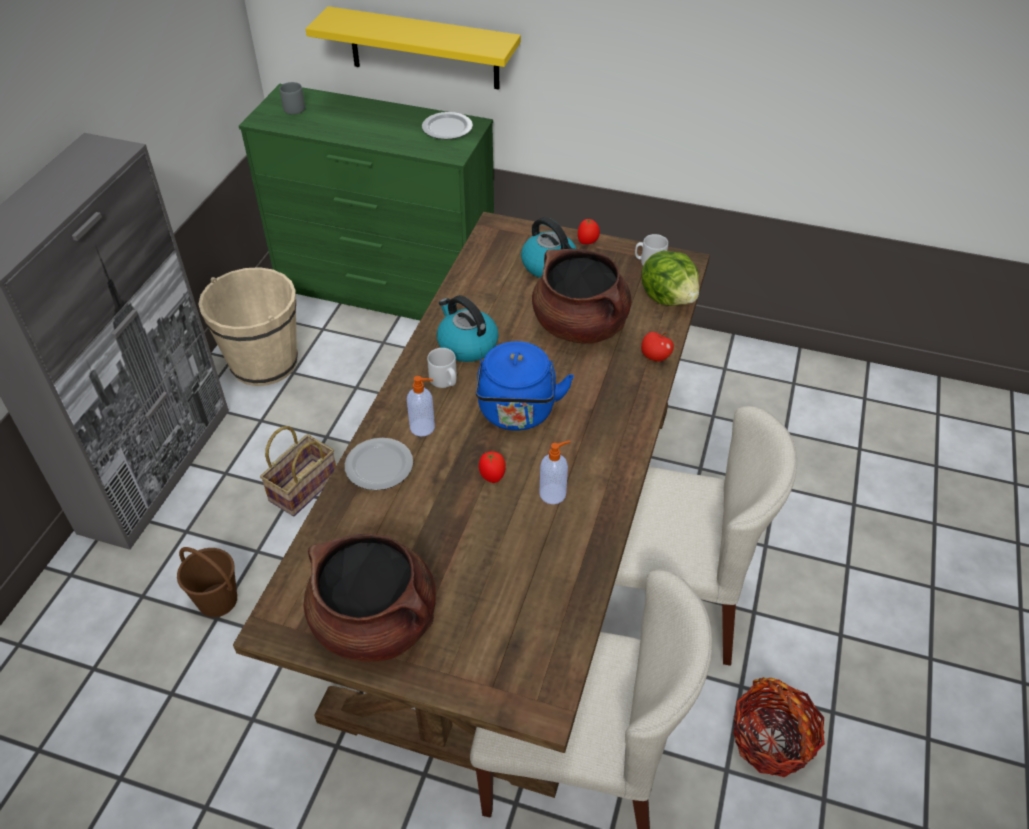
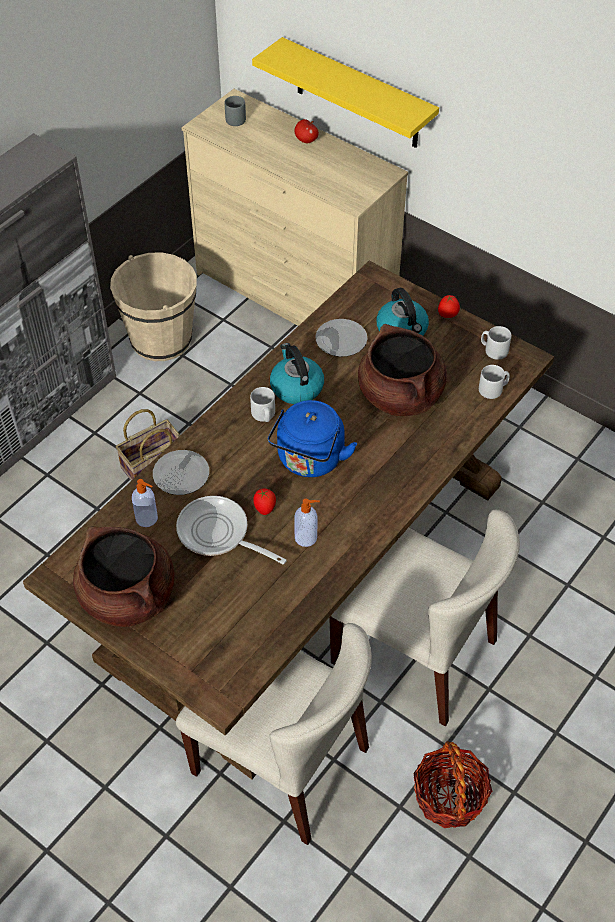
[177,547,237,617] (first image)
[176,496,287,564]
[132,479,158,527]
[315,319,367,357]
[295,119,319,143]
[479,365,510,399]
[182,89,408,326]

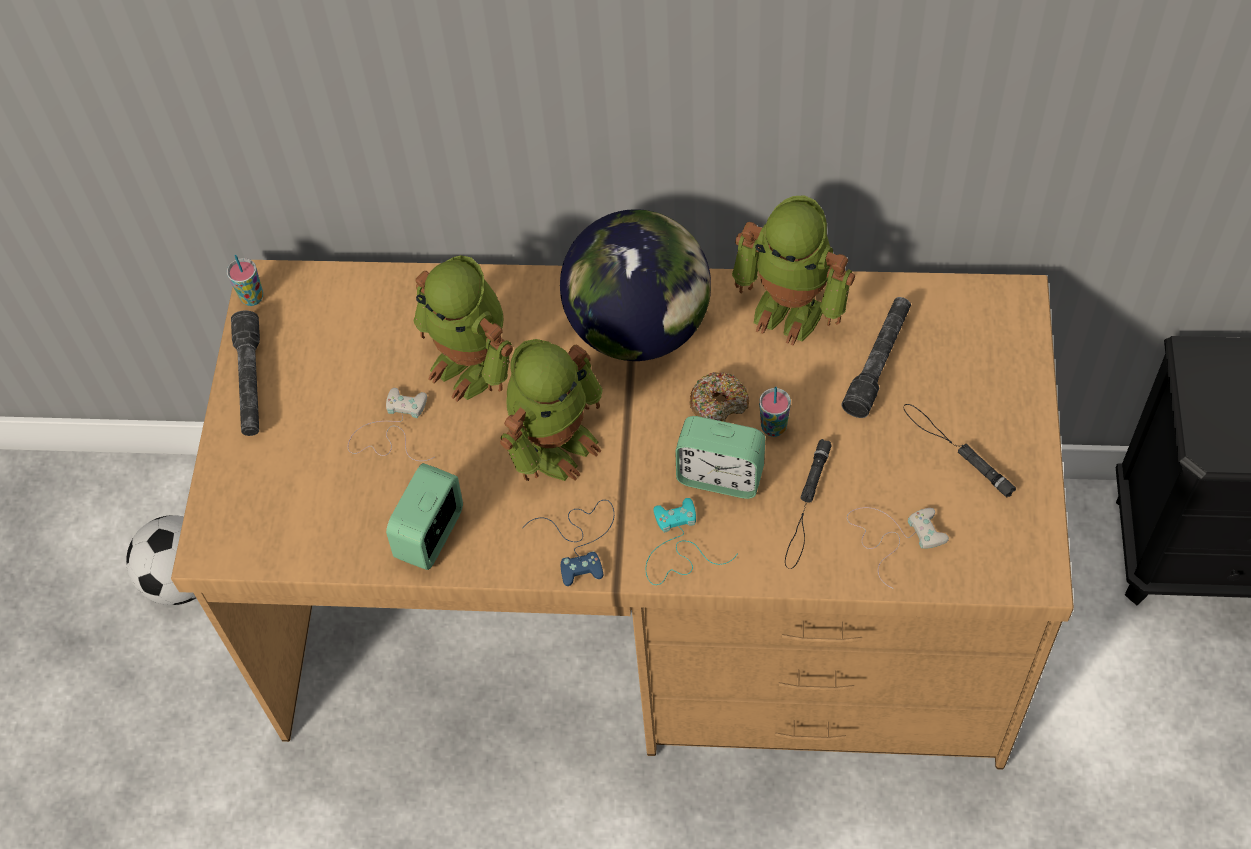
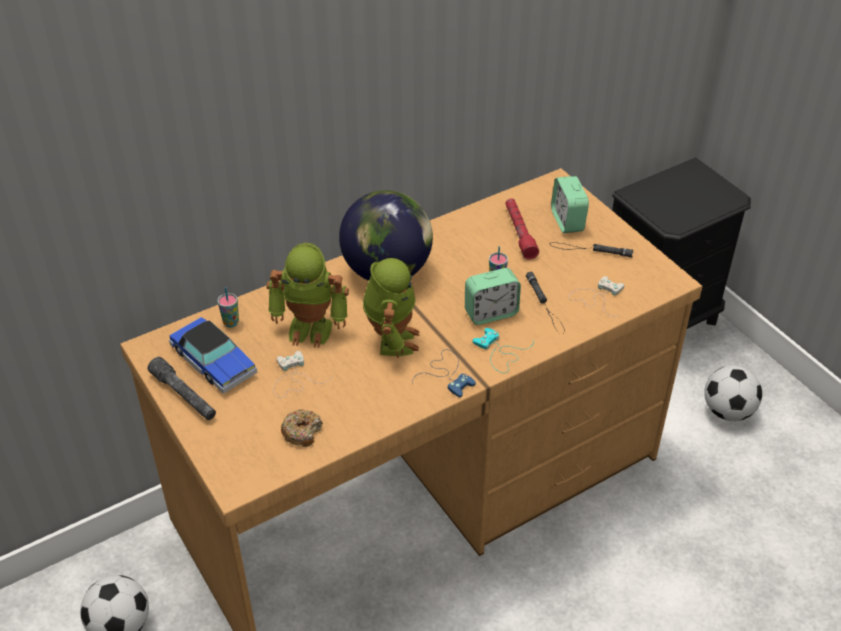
[732,195,855,345] (first image)
[169,317,257,394]
[704,365,762,421]
[218,287,239,327]
[551,176,589,233]
[281,409,323,447]
[506,199,539,260]

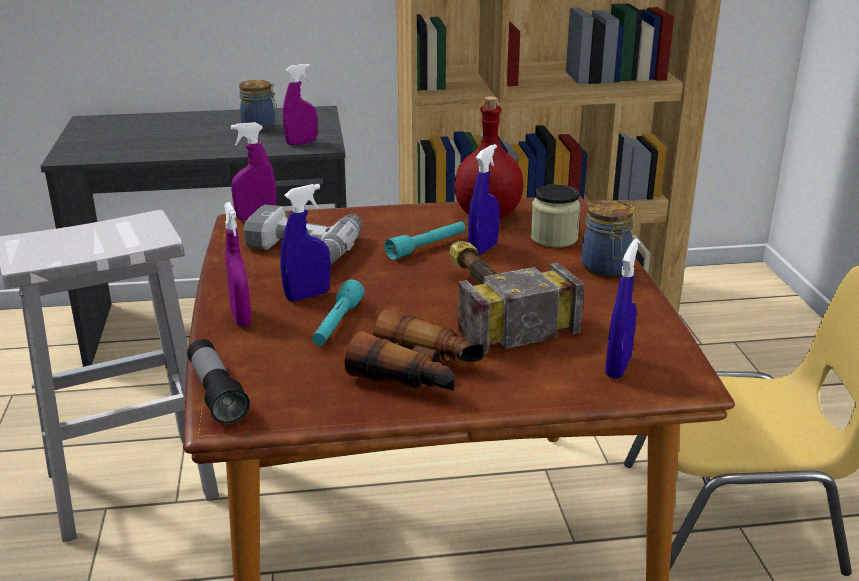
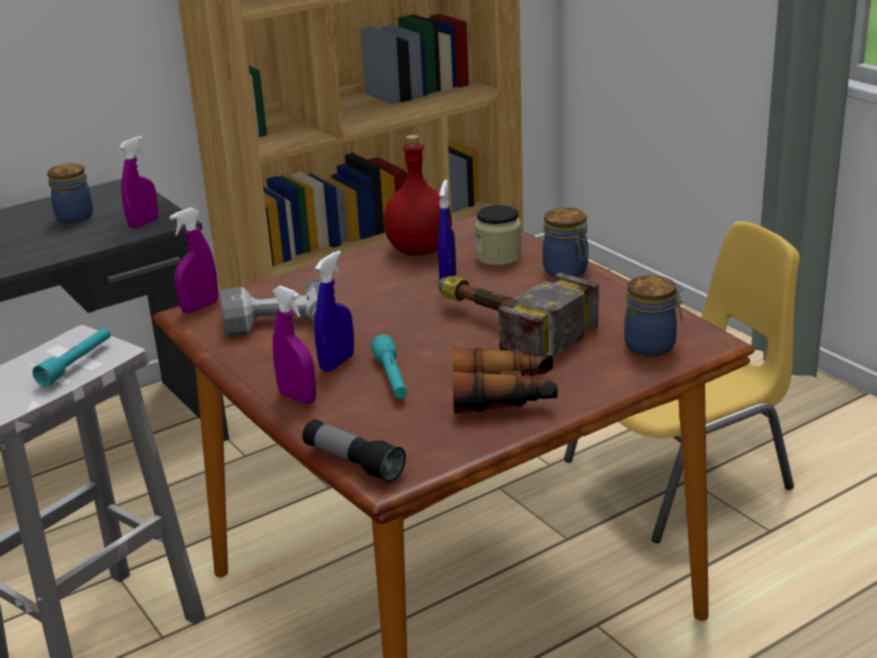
[32,328,111,387]
[624,275,683,357]

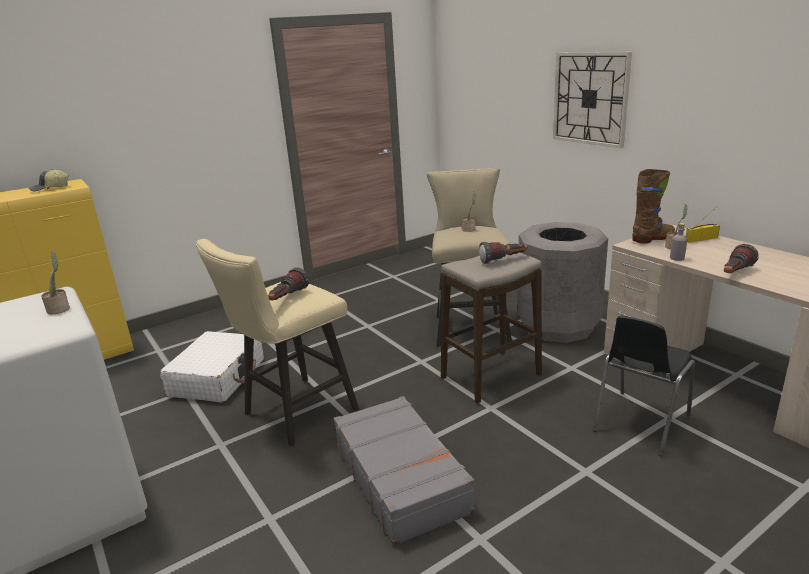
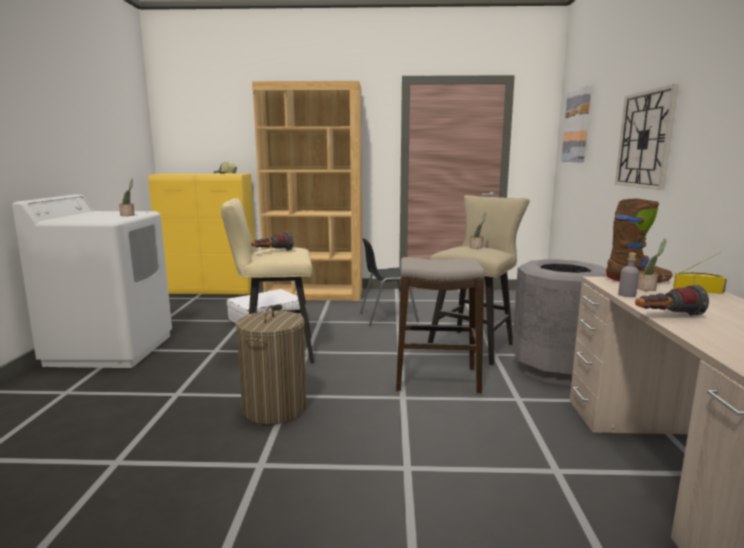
[479,242,528,264] (first image)
[252,81,362,301]
[561,86,591,162]
[360,238,419,326]
[236,305,307,425]

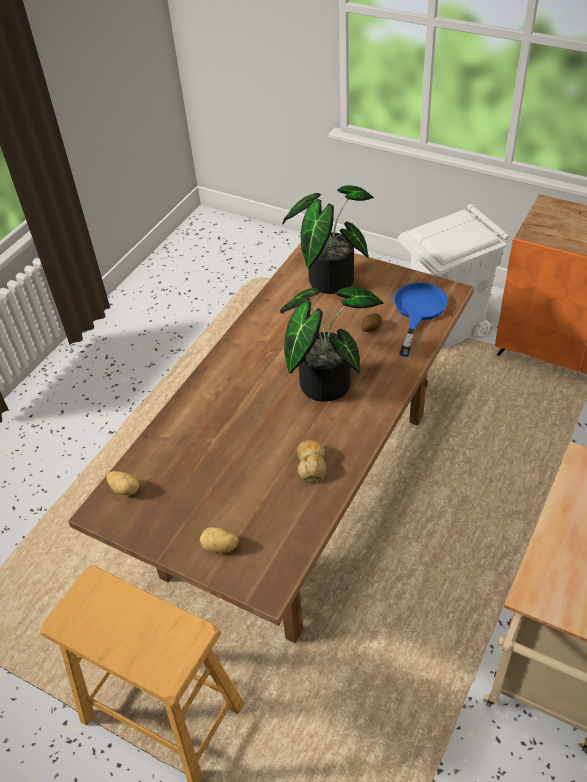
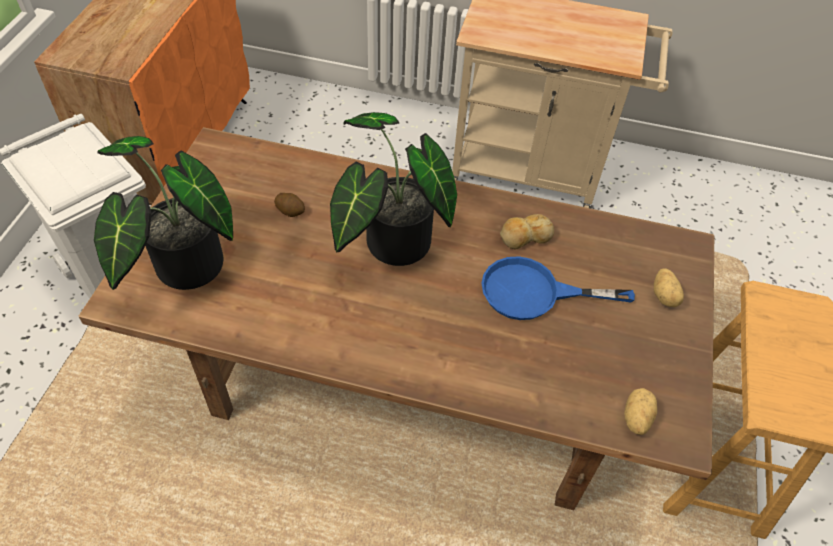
[481,256,635,320]

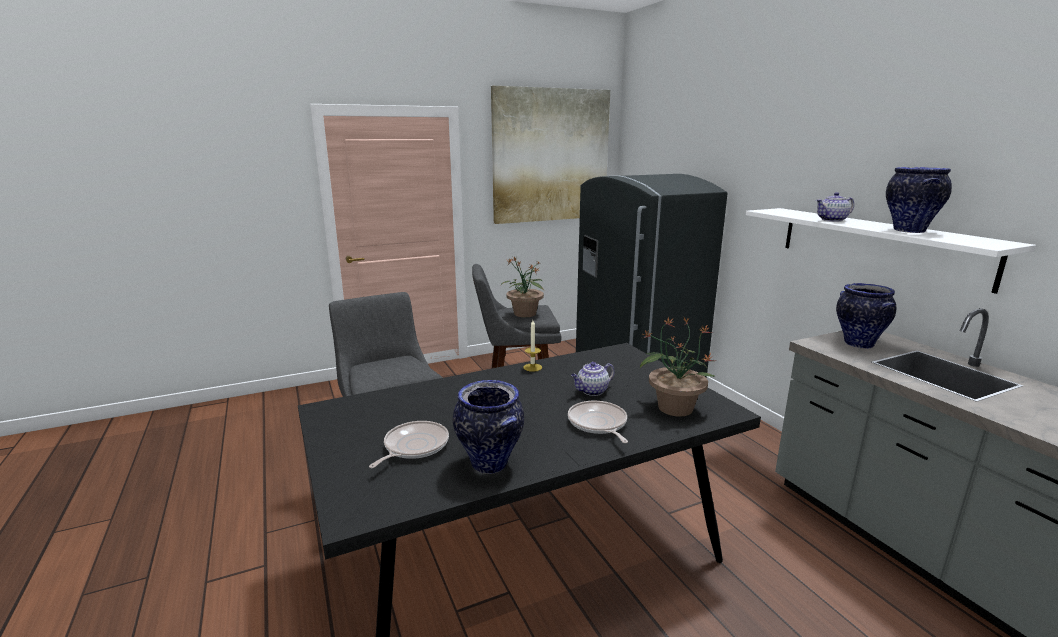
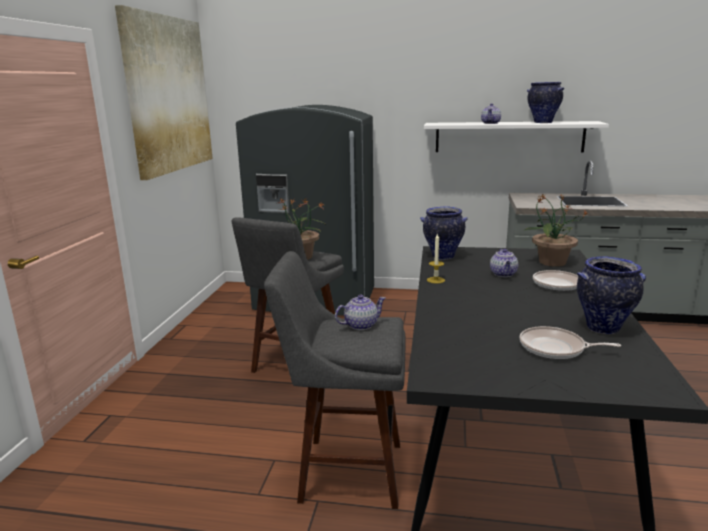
[335,295,386,330]
[420,206,468,260]
[520,326,621,359]

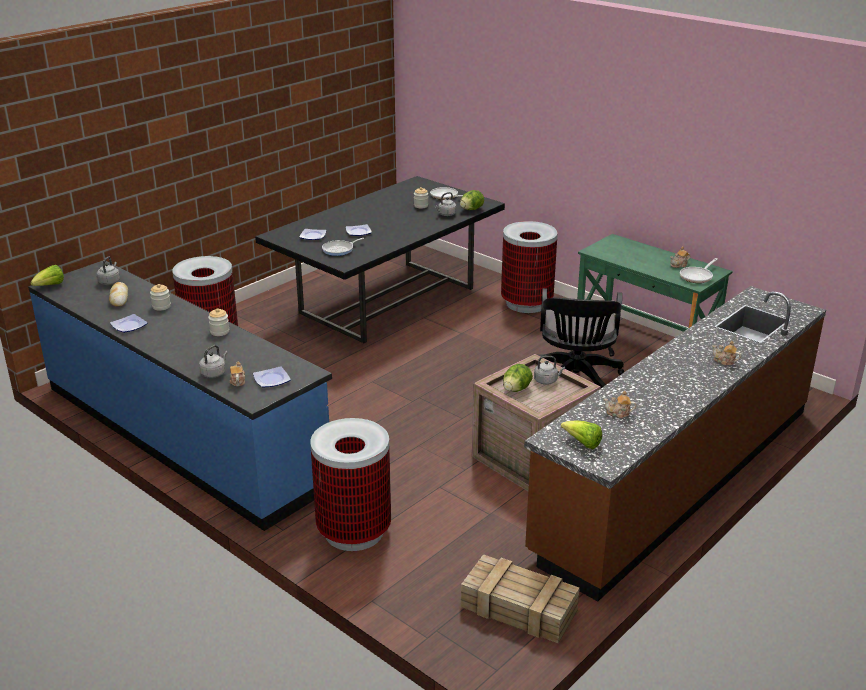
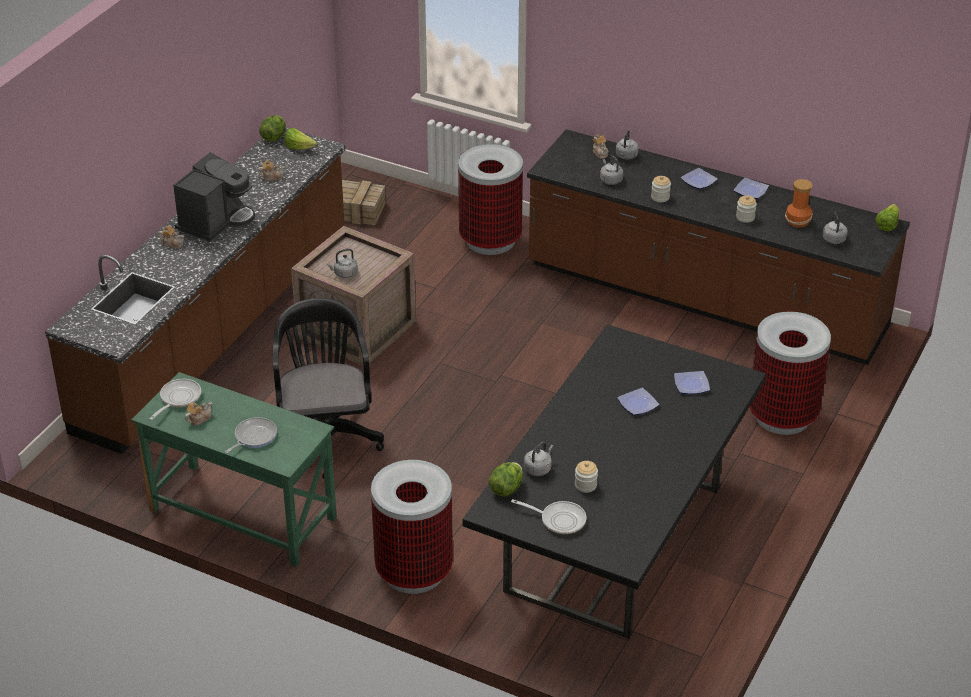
[173,152,255,242]
[600,155,623,185]
[681,168,718,189]
[225,417,277,453]
[259,115,286,142]
[785,179,813,228]
[527,129,910,365]

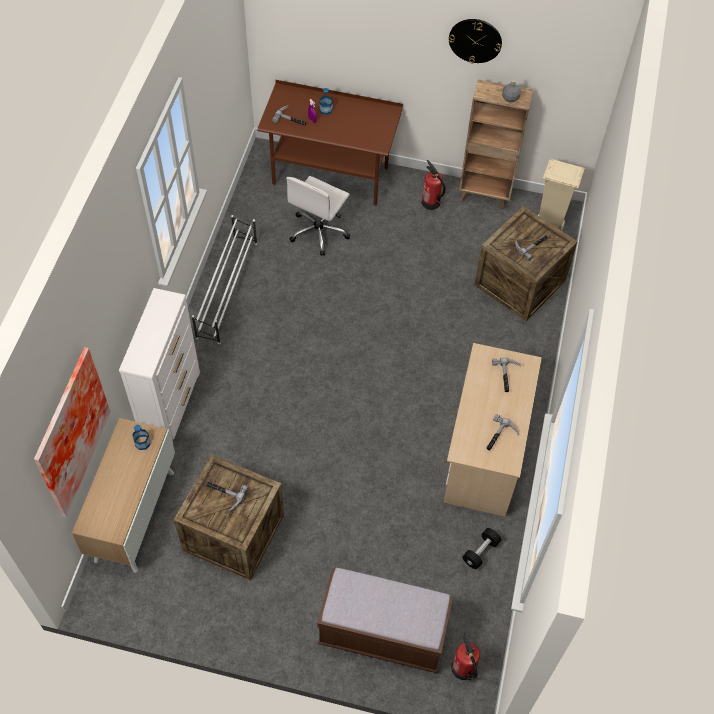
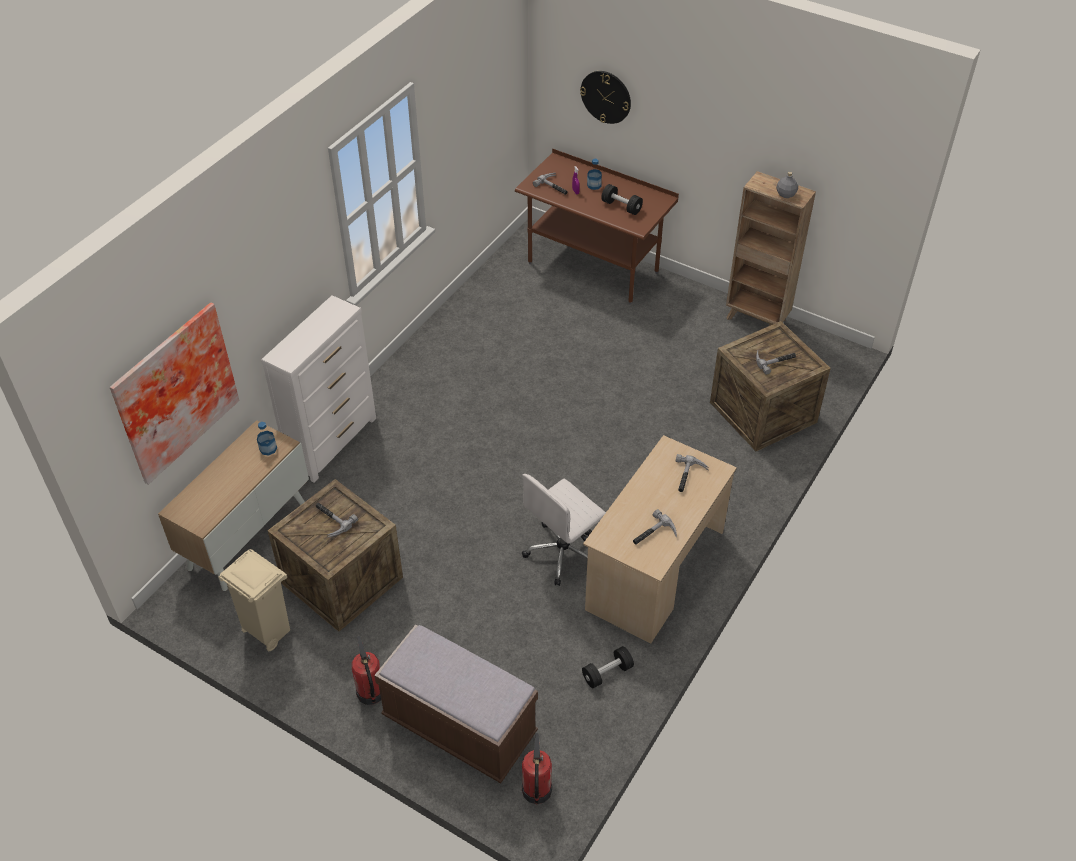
[192,215,257,344] (first image)
[601,184,643,215]
[522,474,606,586]
[352,636,381,705]
[580,71,631,124]
[218,549,290,651]

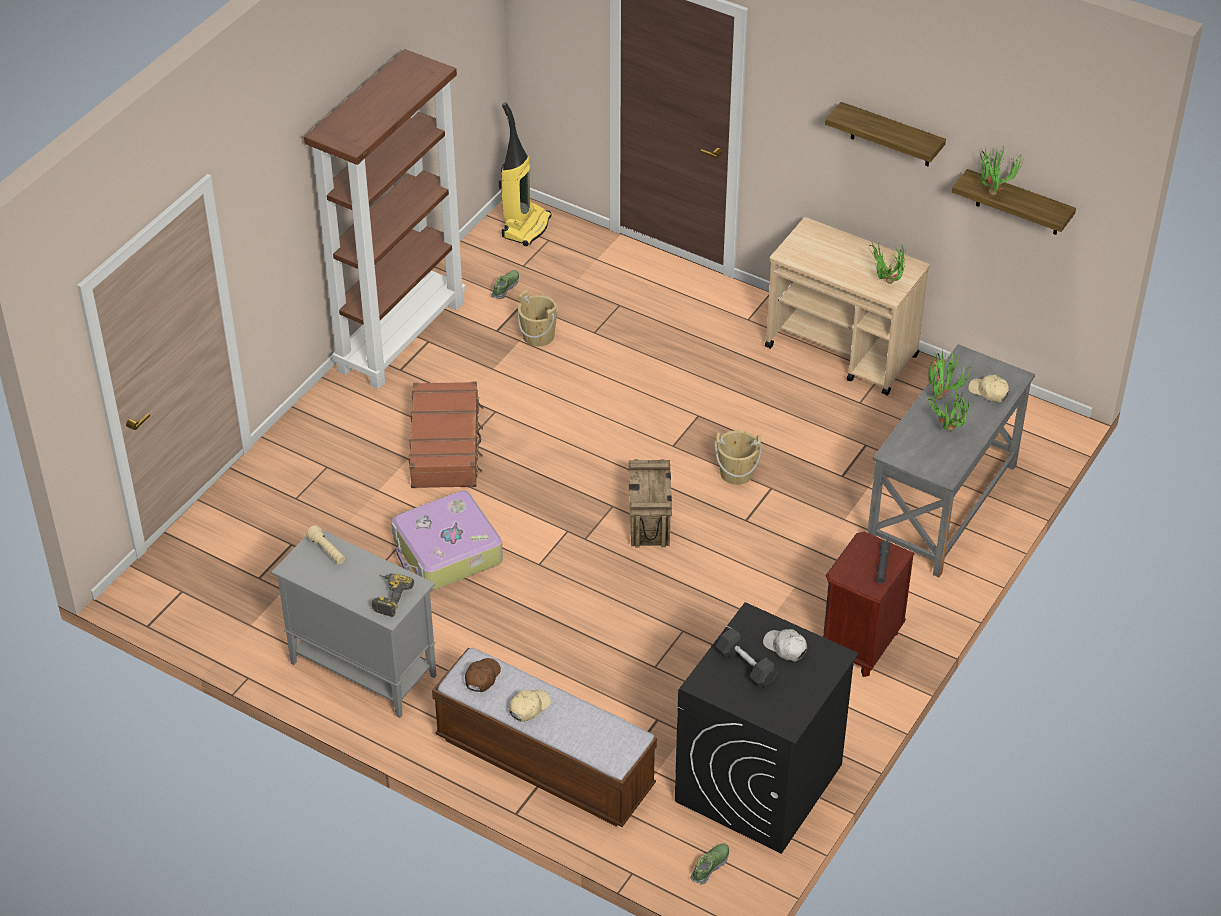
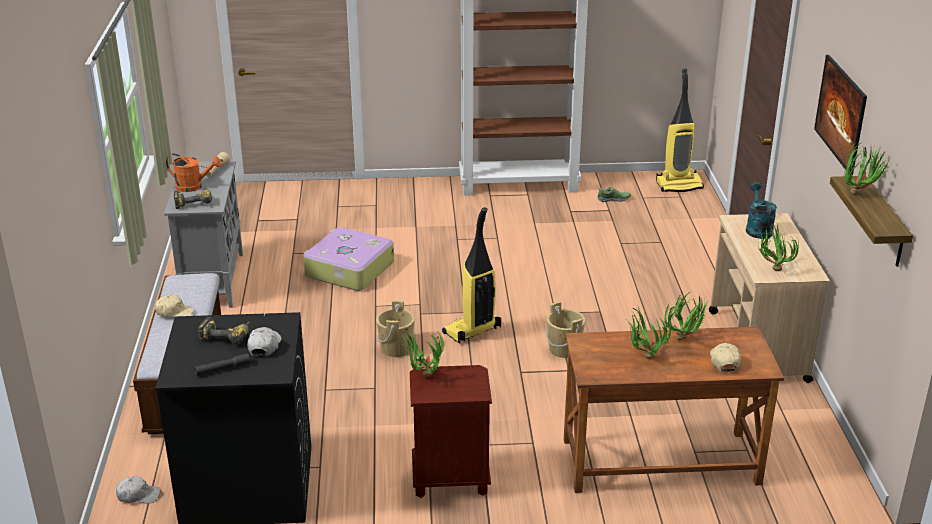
[409,382,483,488] (first image)
[465,658,501,692] (first image)
[166,153,222,192]
[402,328,444,377]
[746,182,777,239]
[376,300,415,357]
[194,353,251,376]
[442,207,501,344]
[116,476,161,504]
[198,317,249,344]
[814,55,867,175]
[564,327,784,493]

